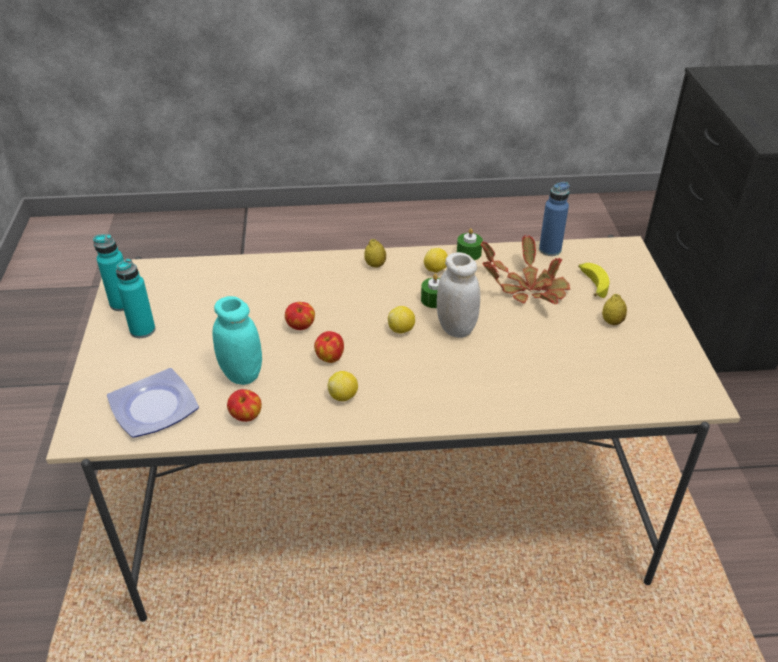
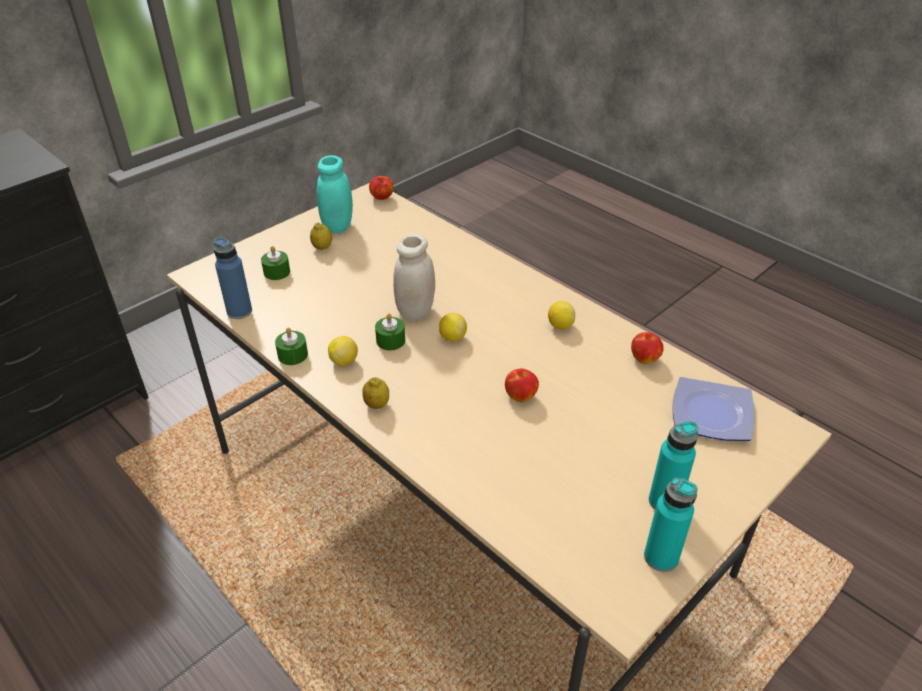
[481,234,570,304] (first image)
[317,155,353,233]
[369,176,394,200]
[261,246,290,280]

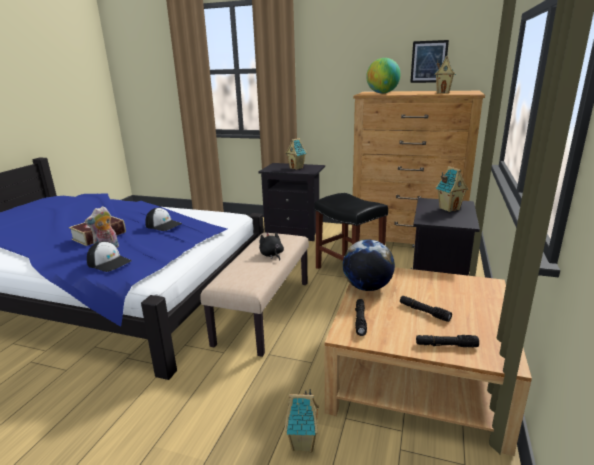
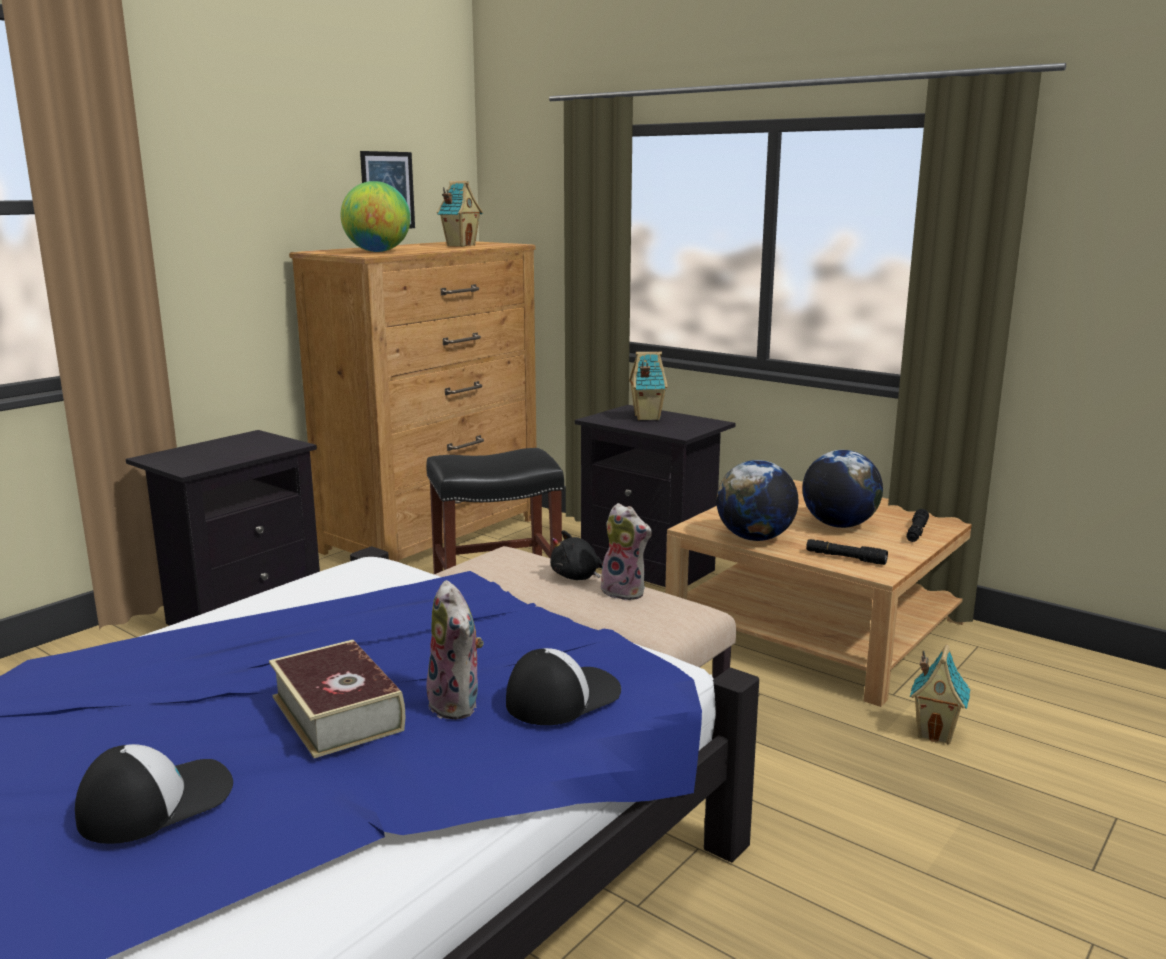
[285,138,307,170] (first image)
[595,503,652,601]
[75,744,233,844]
[802,450,883,528]

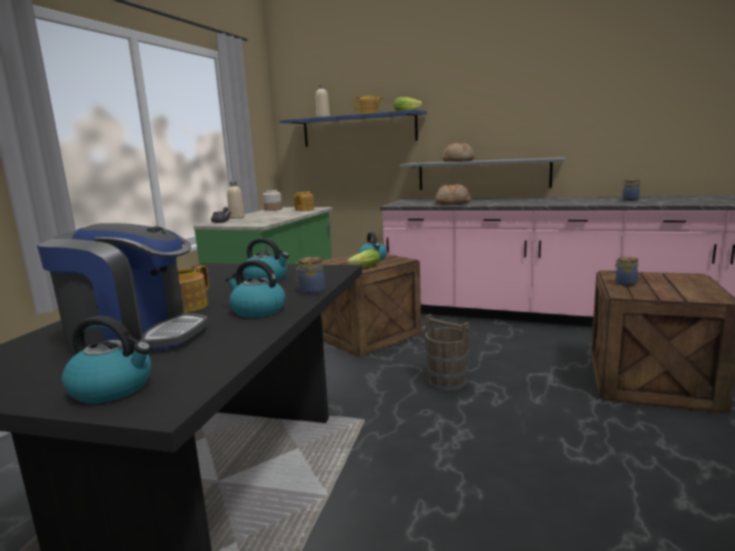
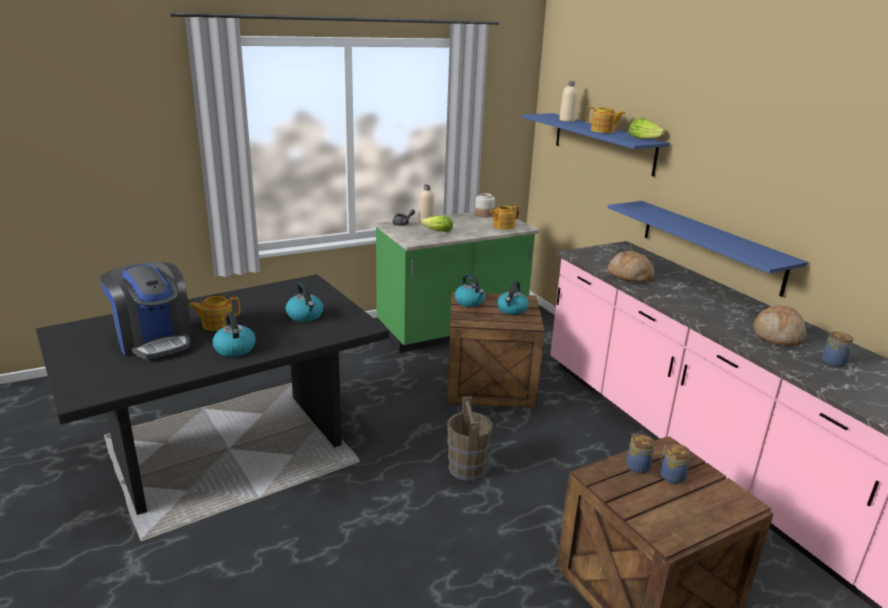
[455,274,485,307]
[660,443,691,484]
[421,216,453,232]
[753,305,806,346]
[608,201,808,297]

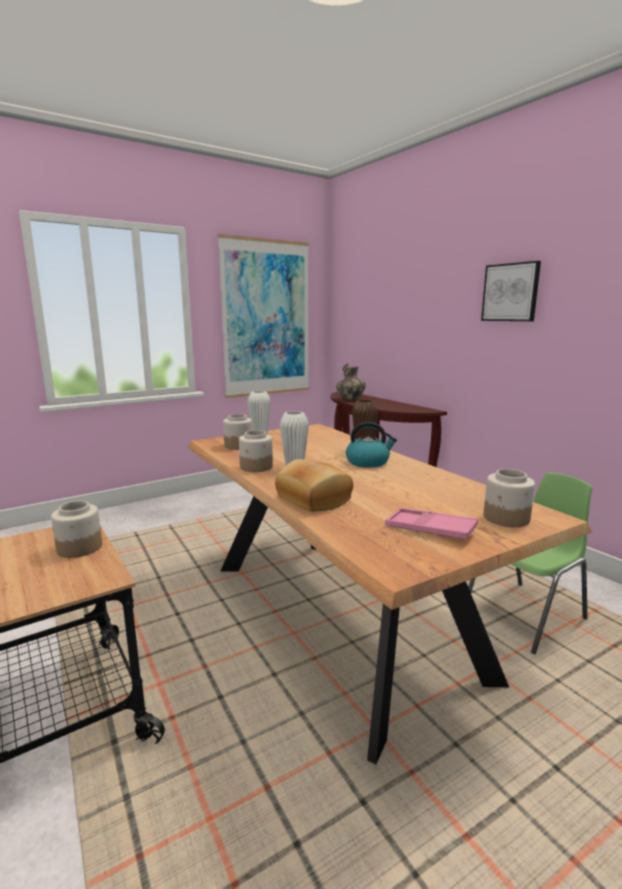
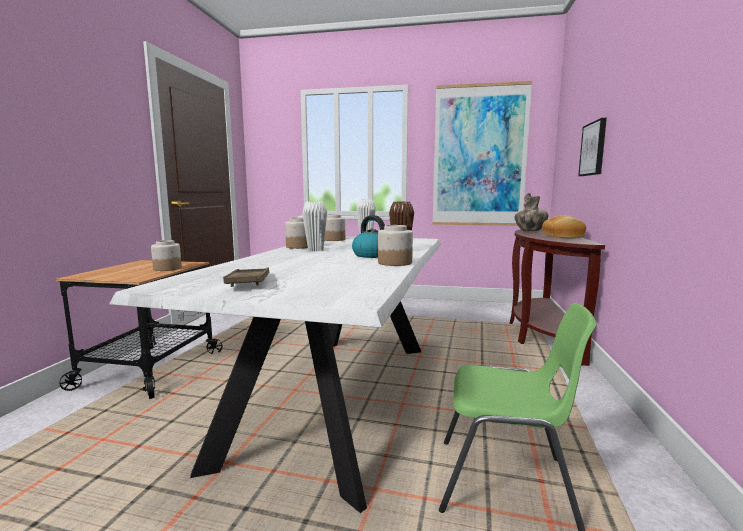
[542,215,586,238]
[578,118,607,176]
[378,225,413,266]
[109,236,441,513]
[223,267,270,287]

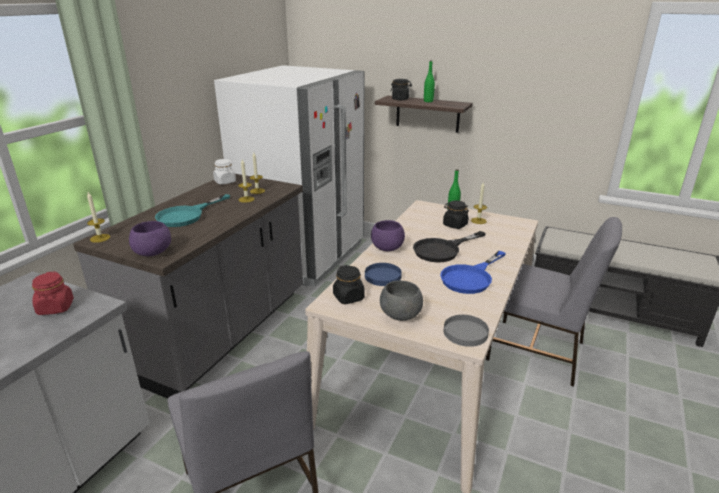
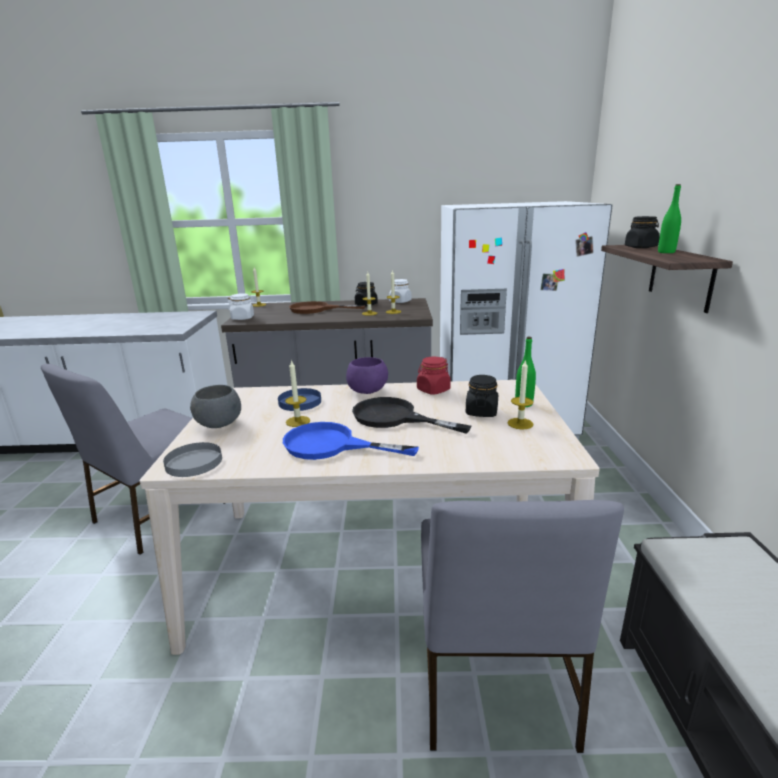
[285,360,310,427]
[417,357,451,395]
[355,282,378,306]
[228,293,255,320]
[289,301,365,314]

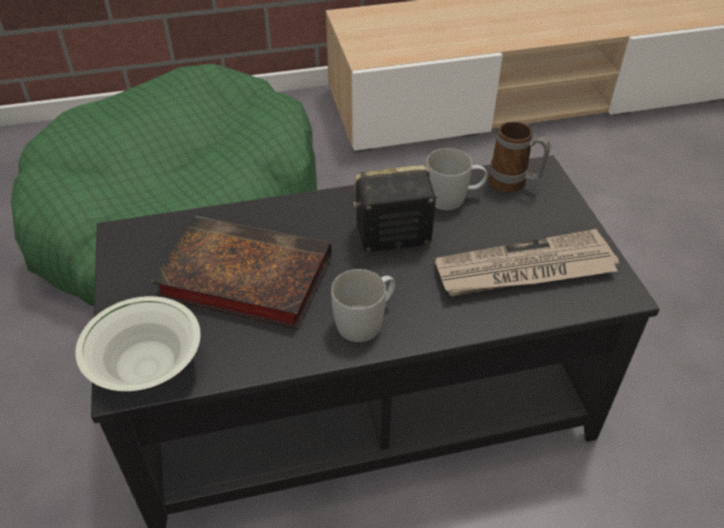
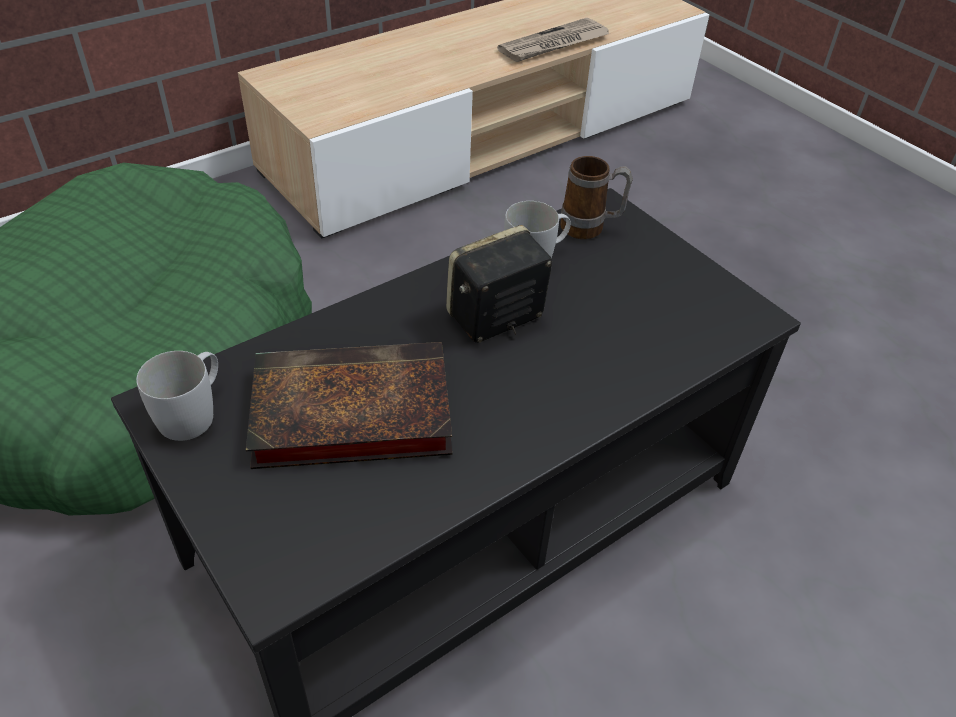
[75,296,201,391] (first image)
[136,351,218,441]
[497,18,609,62]

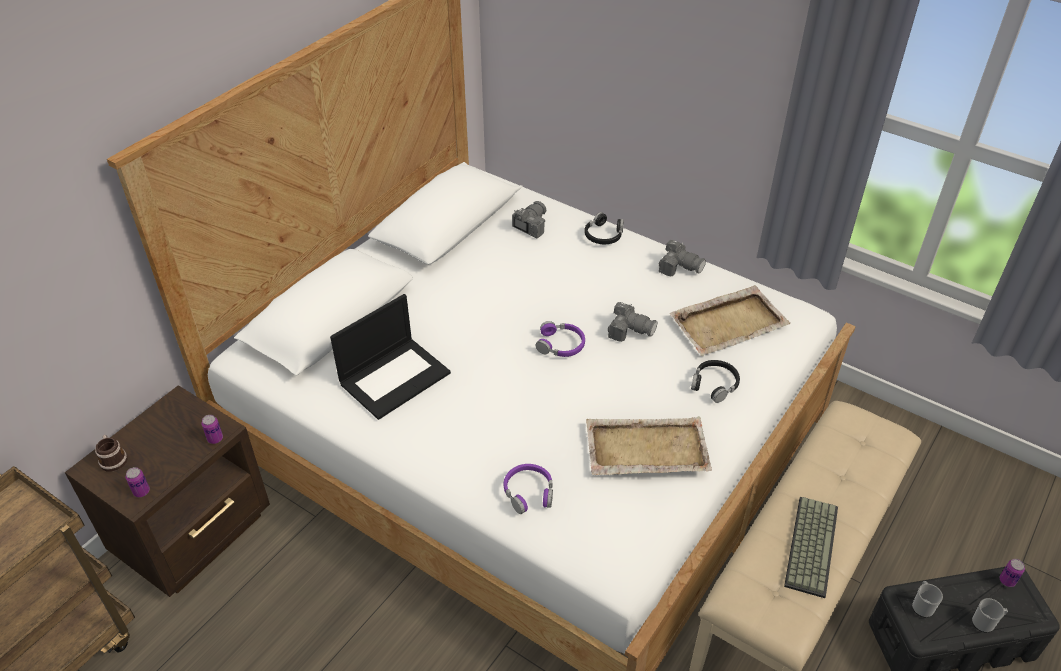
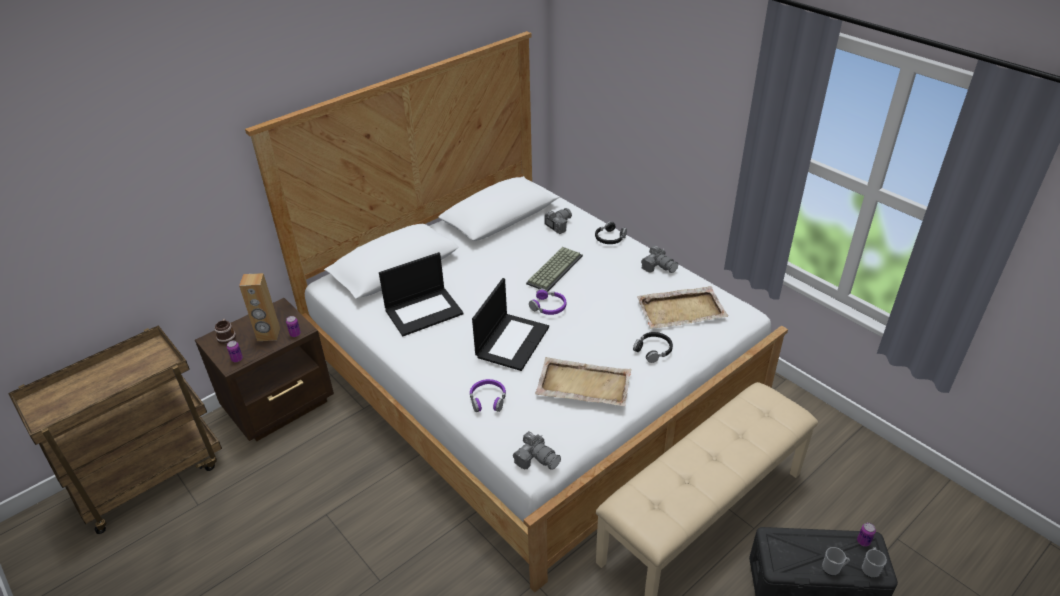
[239,273,280,341]
[472,278,549,371]
[513,431,561,470]
[526,247,583,291]
[862,547,887,578]

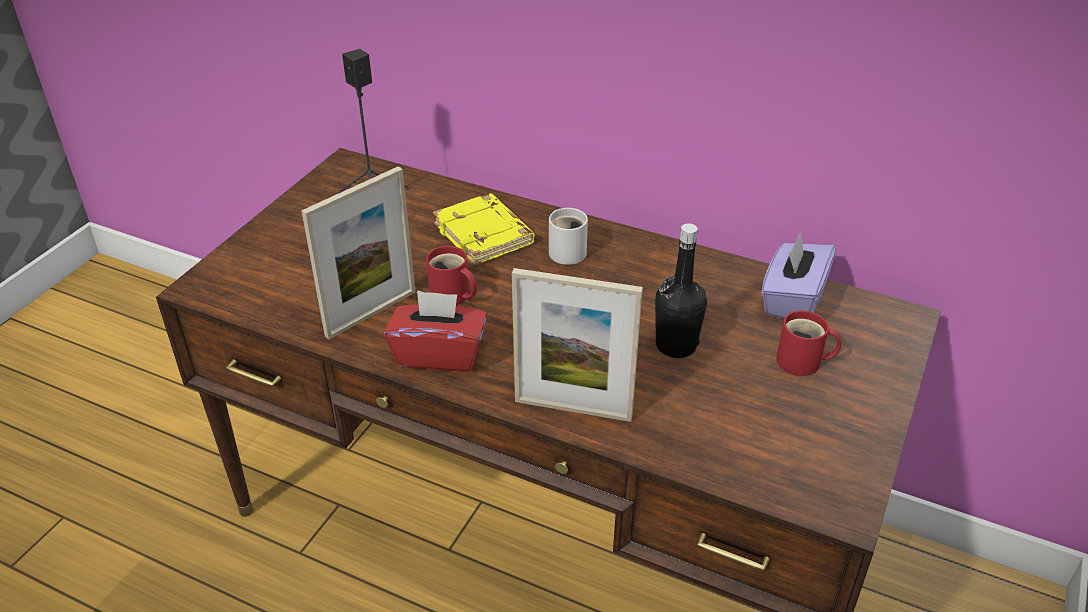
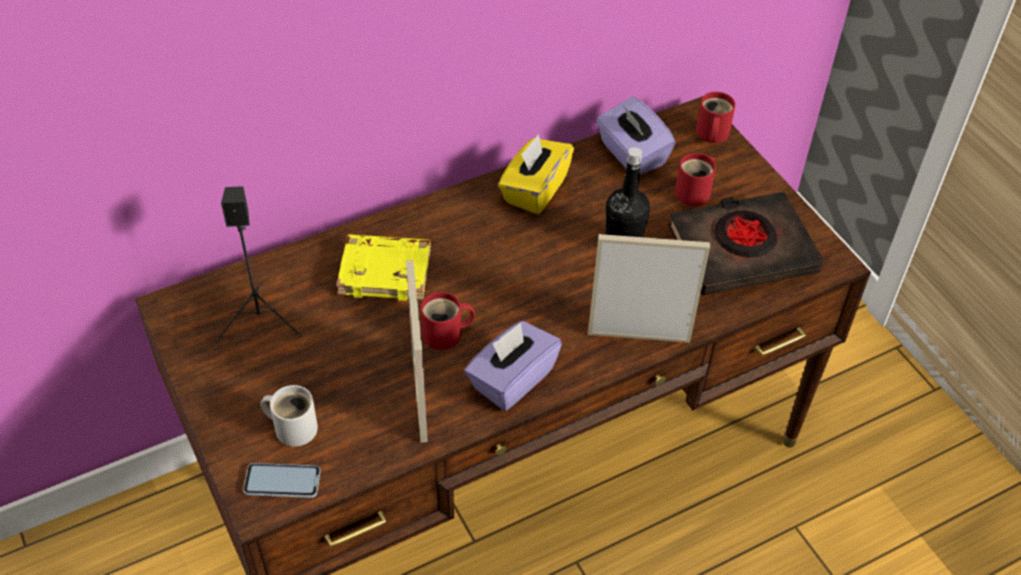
[243,463,321,498]
[498,134,574,215]
[668,191,824,295]
[696,92,735,143]
[260,385,318,447]
[464,321,562,411]
[588,234,710,343]

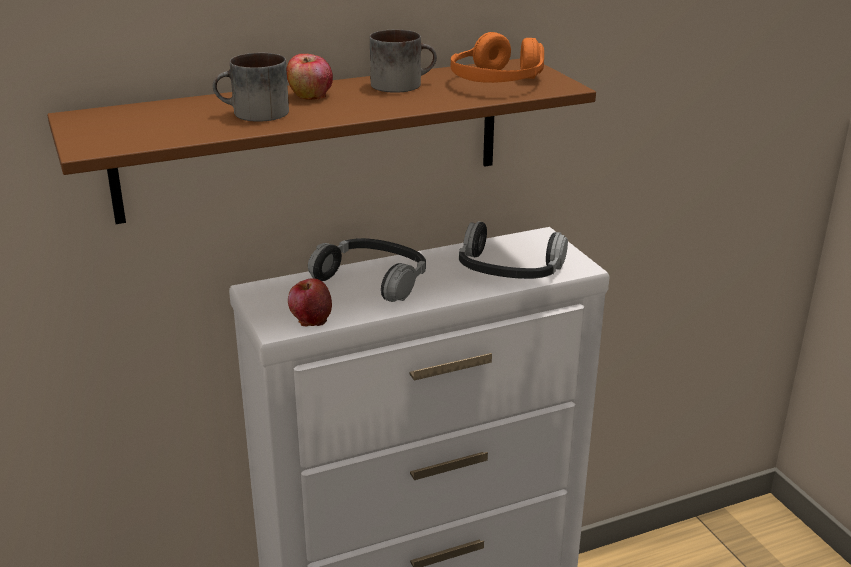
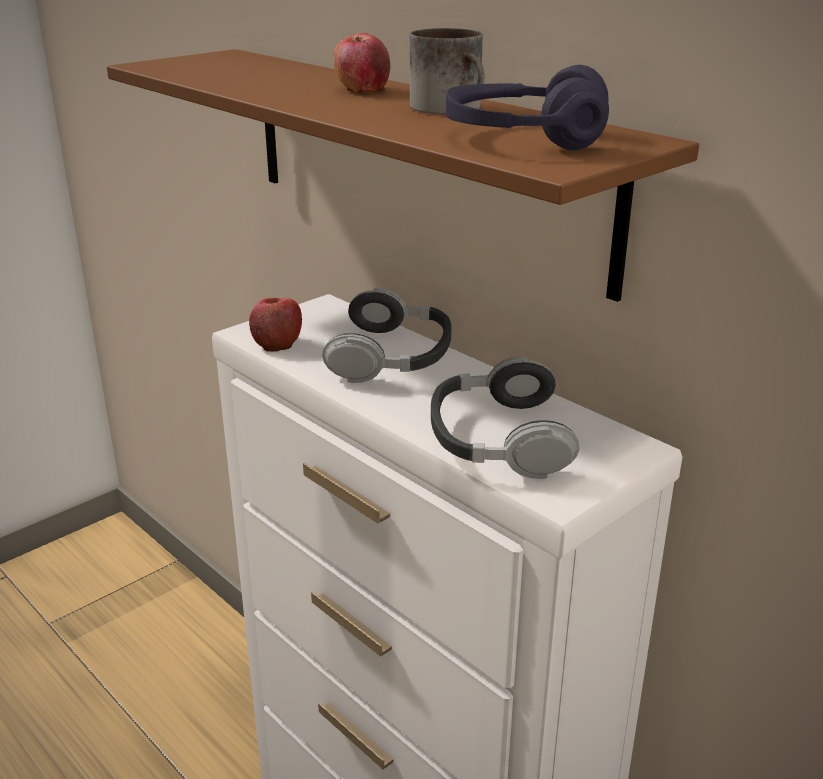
[213,53,289,122] (first image)
[446,65,609,150]

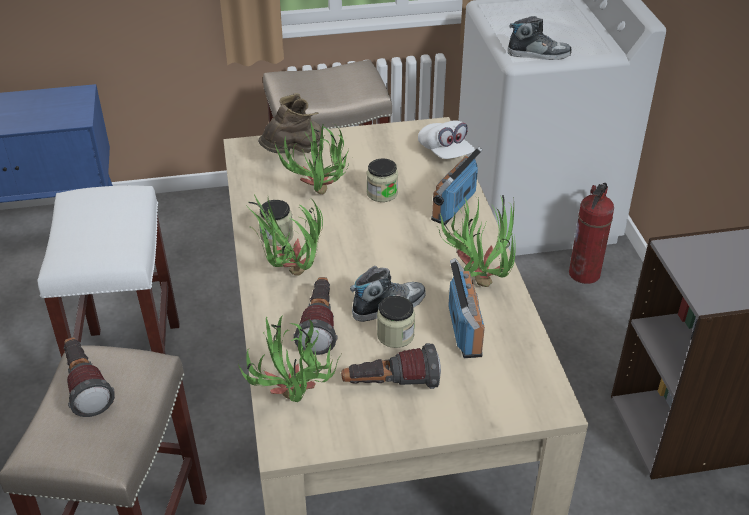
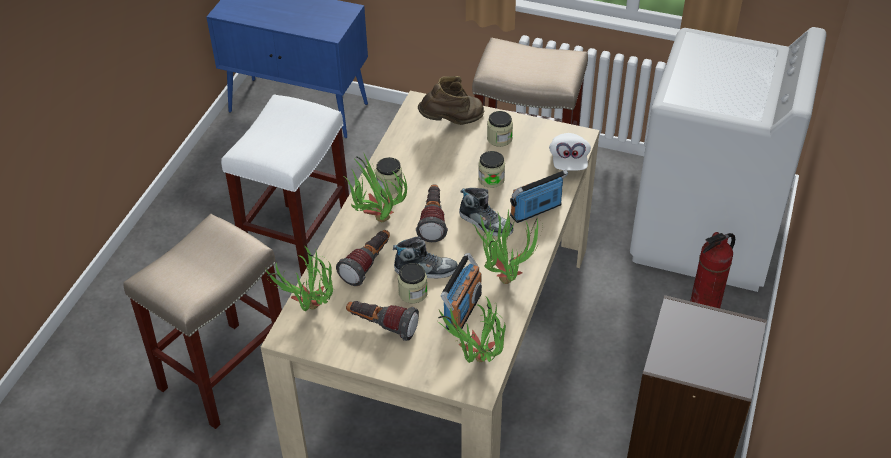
[487,111,513,147]
[416,185,448,242]
[438,297,506,363]
[459,188,513,237]

